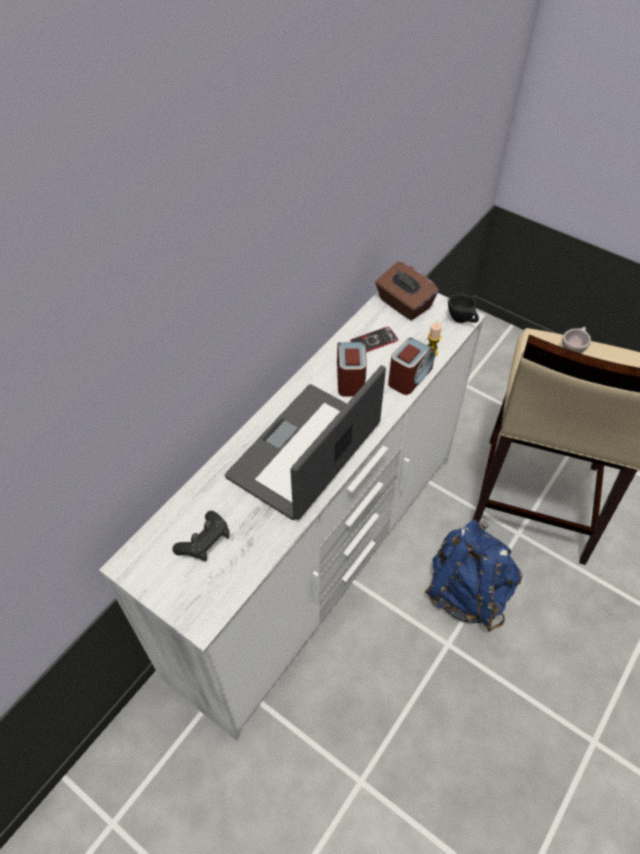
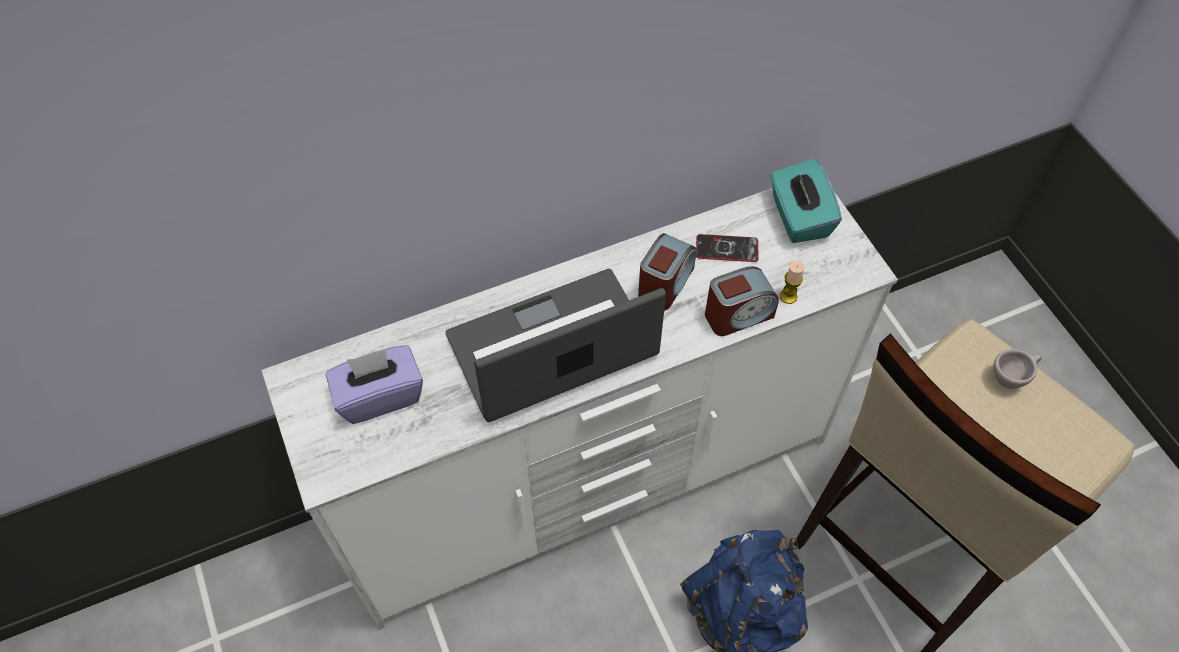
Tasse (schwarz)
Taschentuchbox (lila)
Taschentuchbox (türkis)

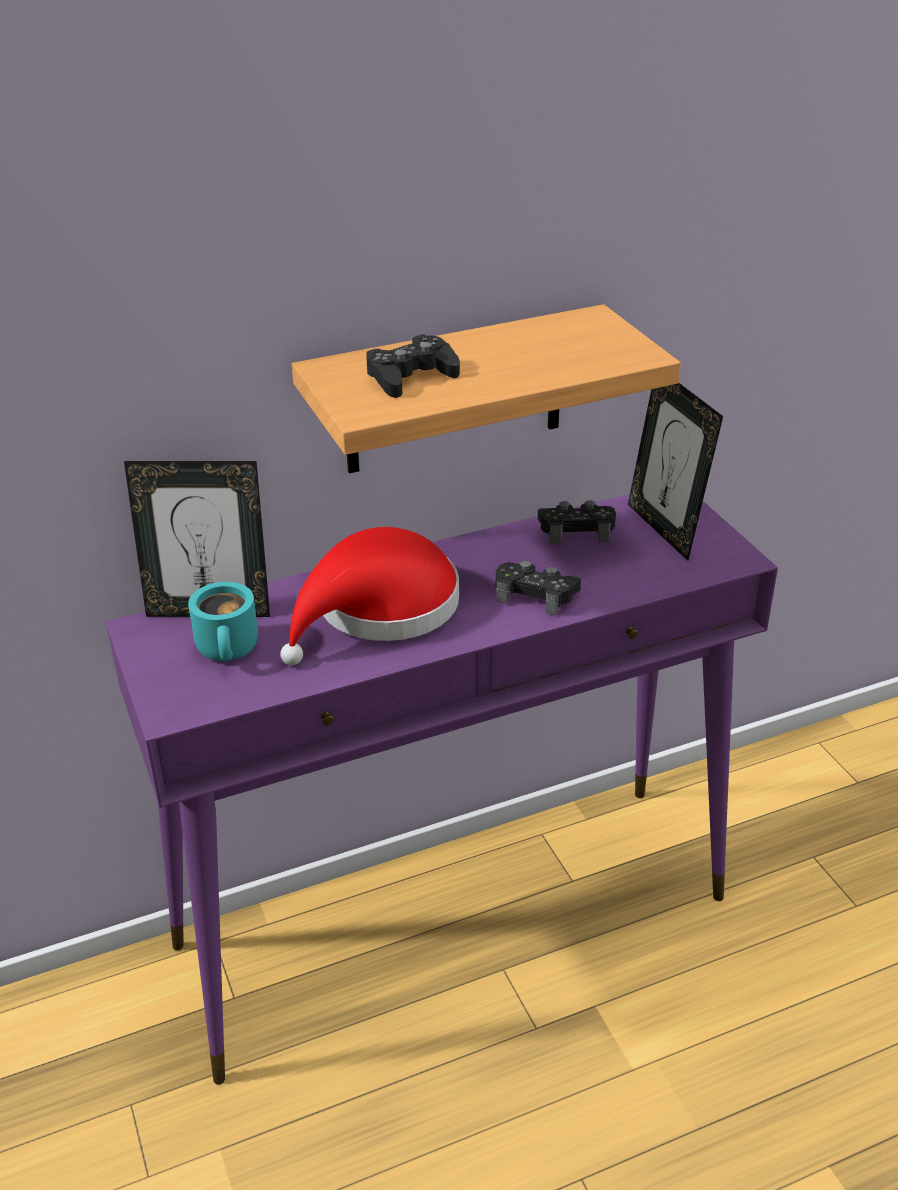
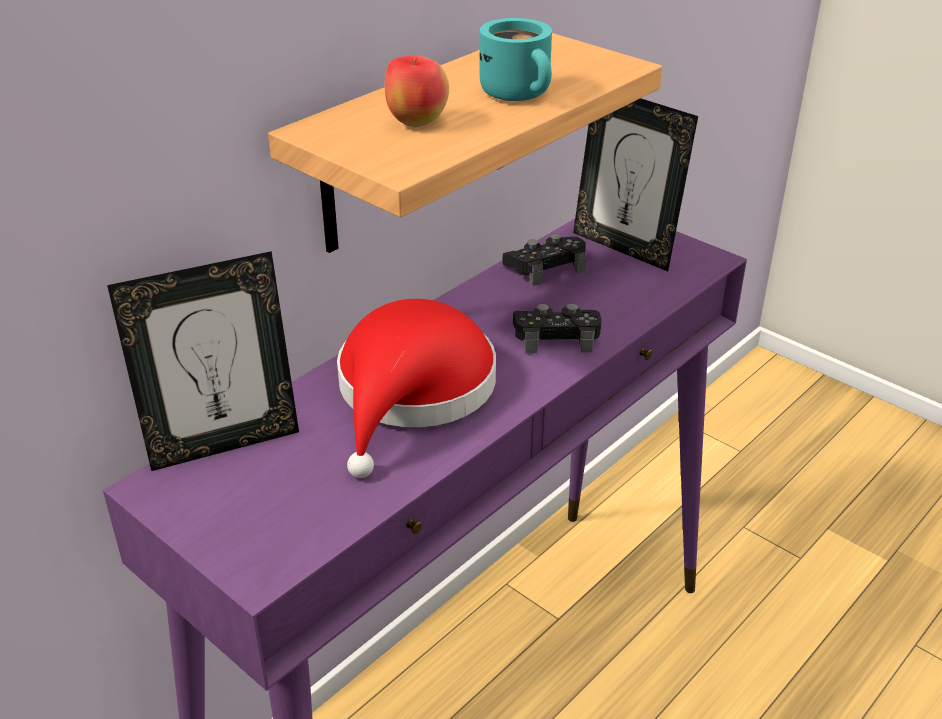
Henkelbecher (türkis)
Apfel

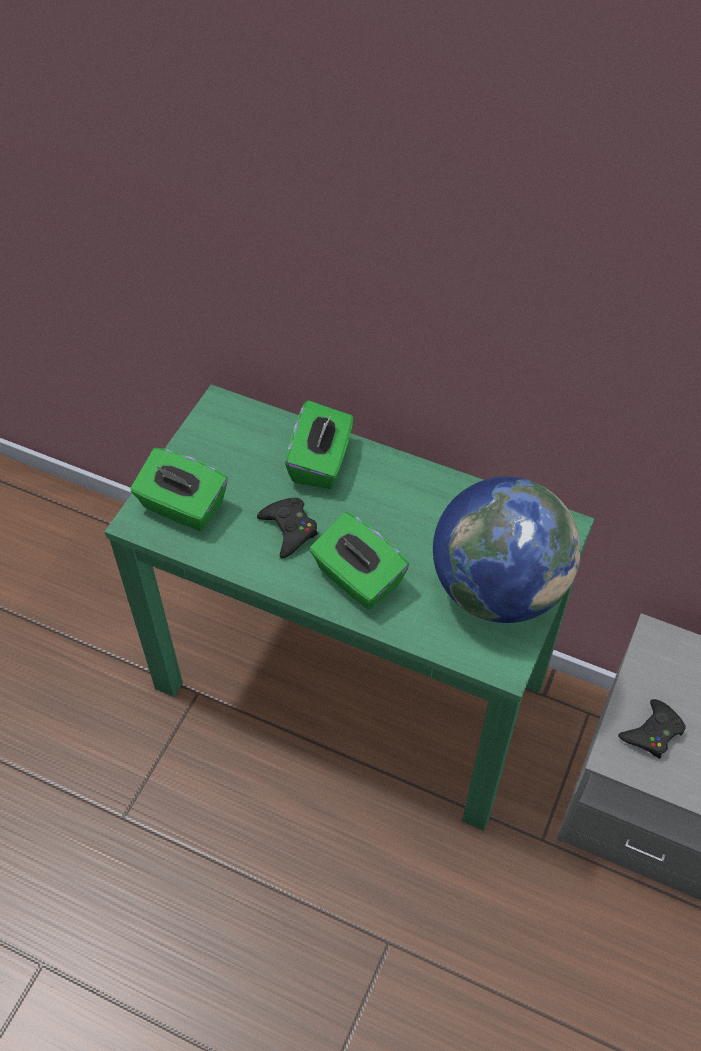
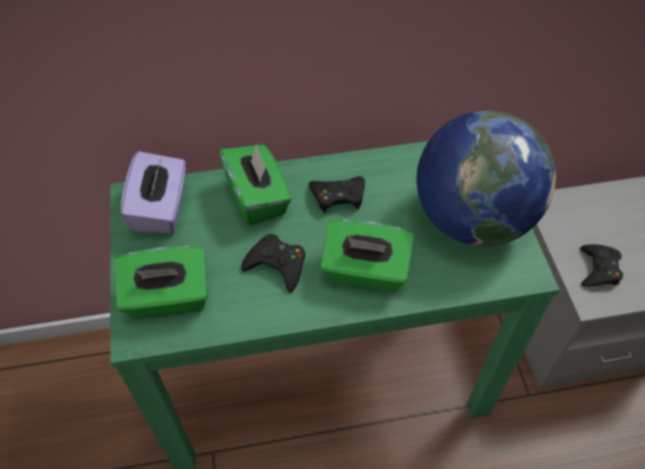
Taschentuchbox (lila)
Gamepad (schwarz) (no. 2 from left)

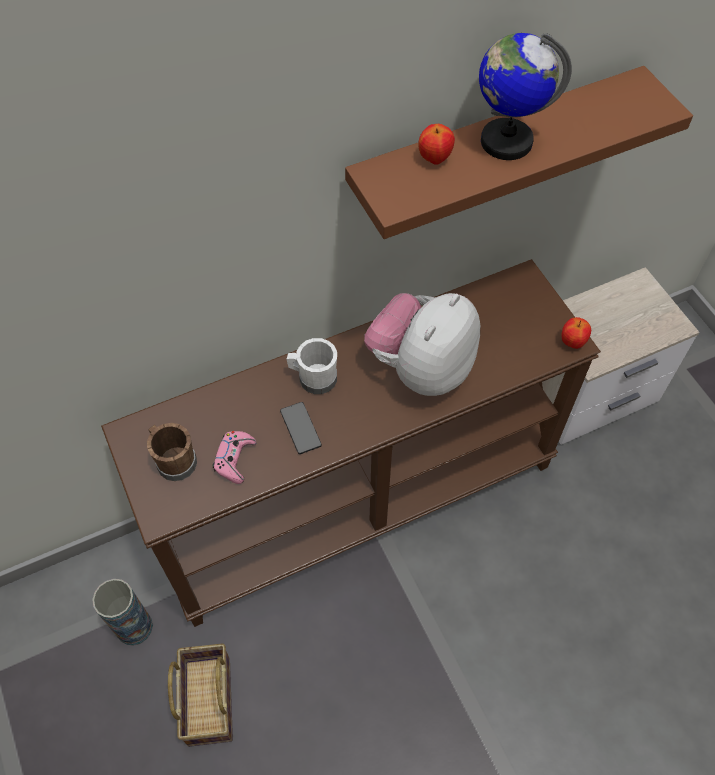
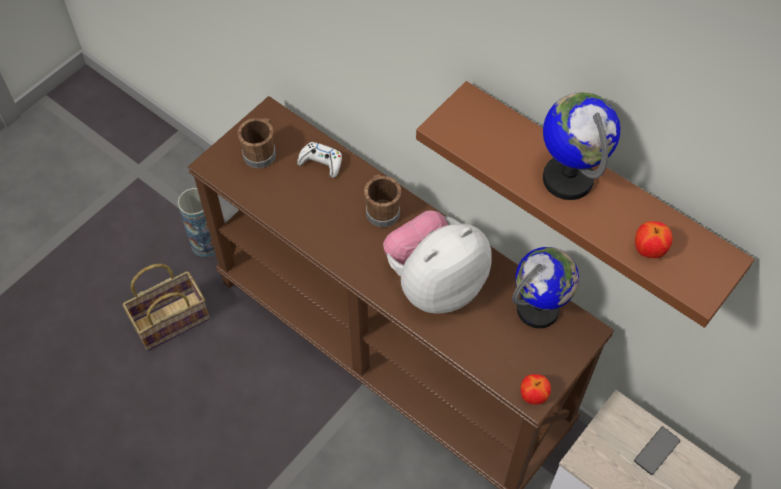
Gamepad (rosa)
Gamepad (weiß)
Globus (no. 1 from left)
Handy
Apfel (no. 2 from left)
Henkelbecher (braun) (no. 2 from left)
Plüschtier

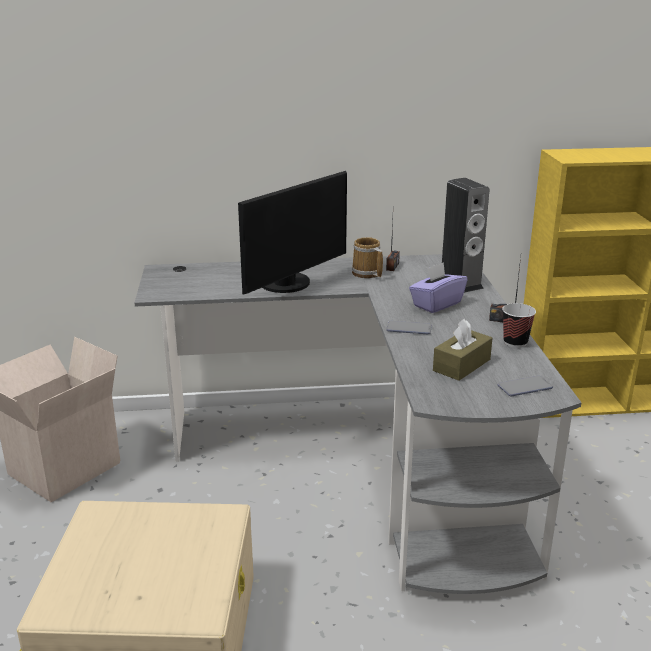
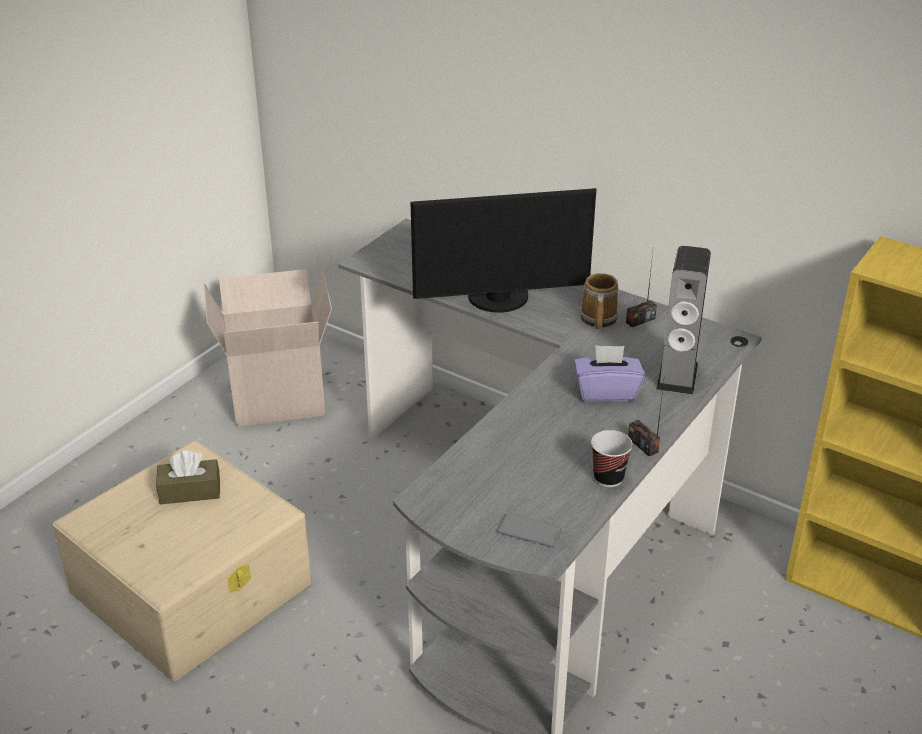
Handy (no. 1 from left in the first image)
Taschentuchbox (braun)

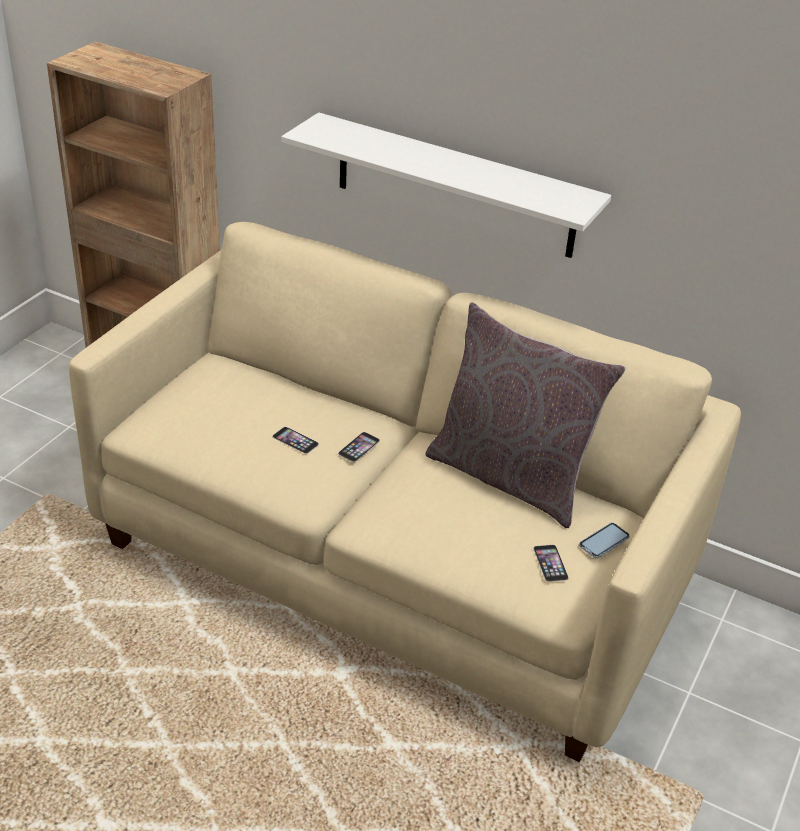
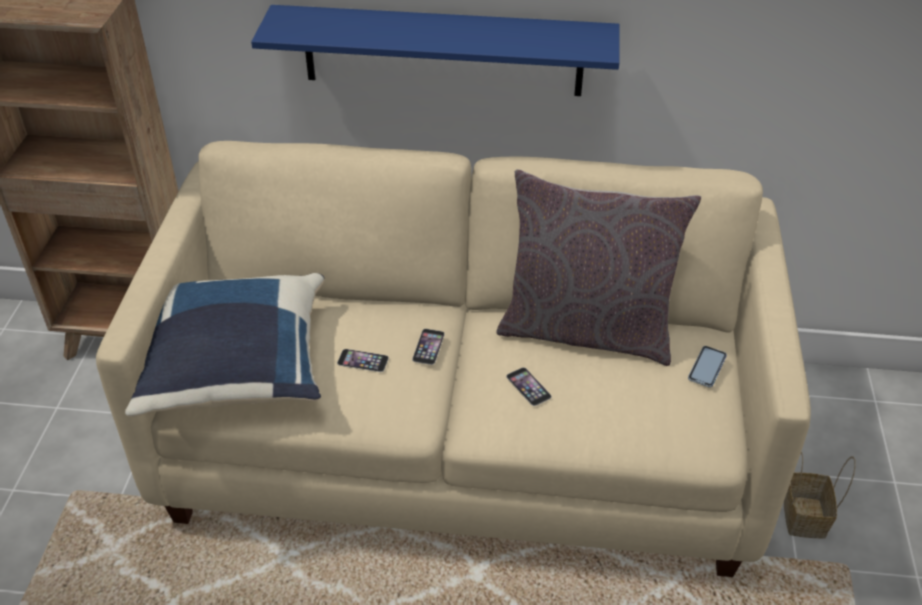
Kissen (blau)
Korb
Handy (no. 3 from left)
Wandregal (blau)

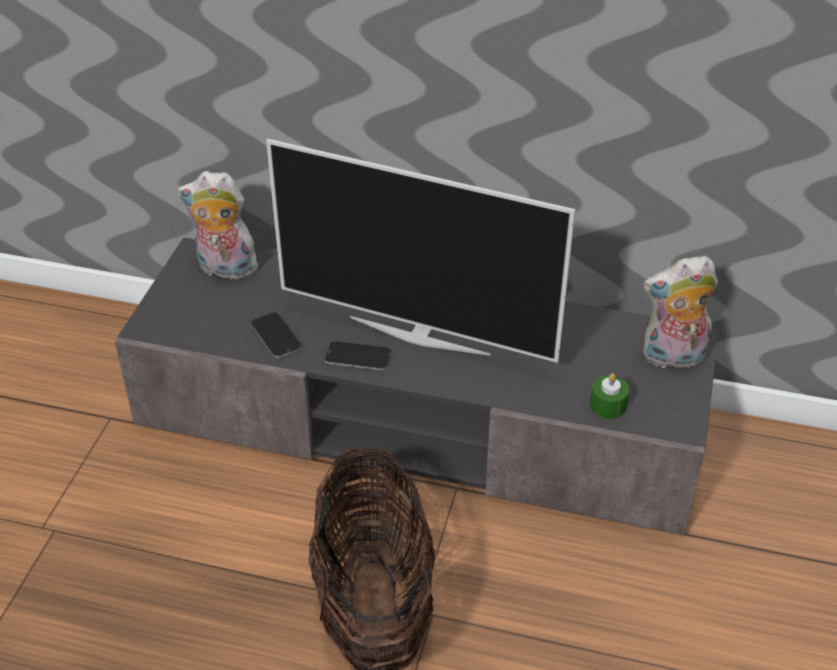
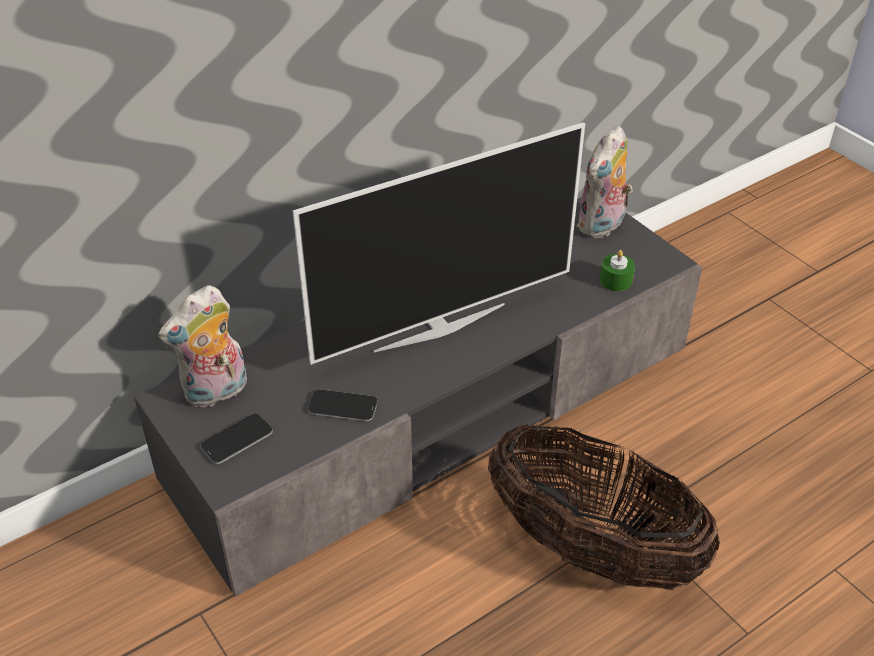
Handy (no. 1 from left)

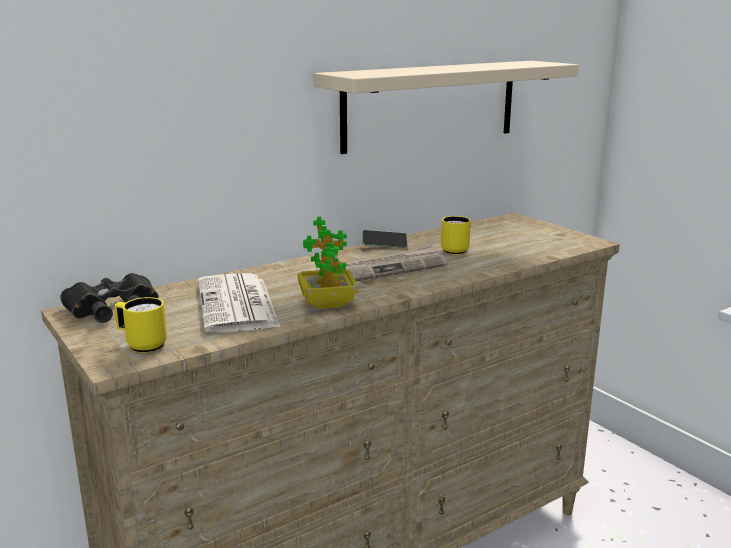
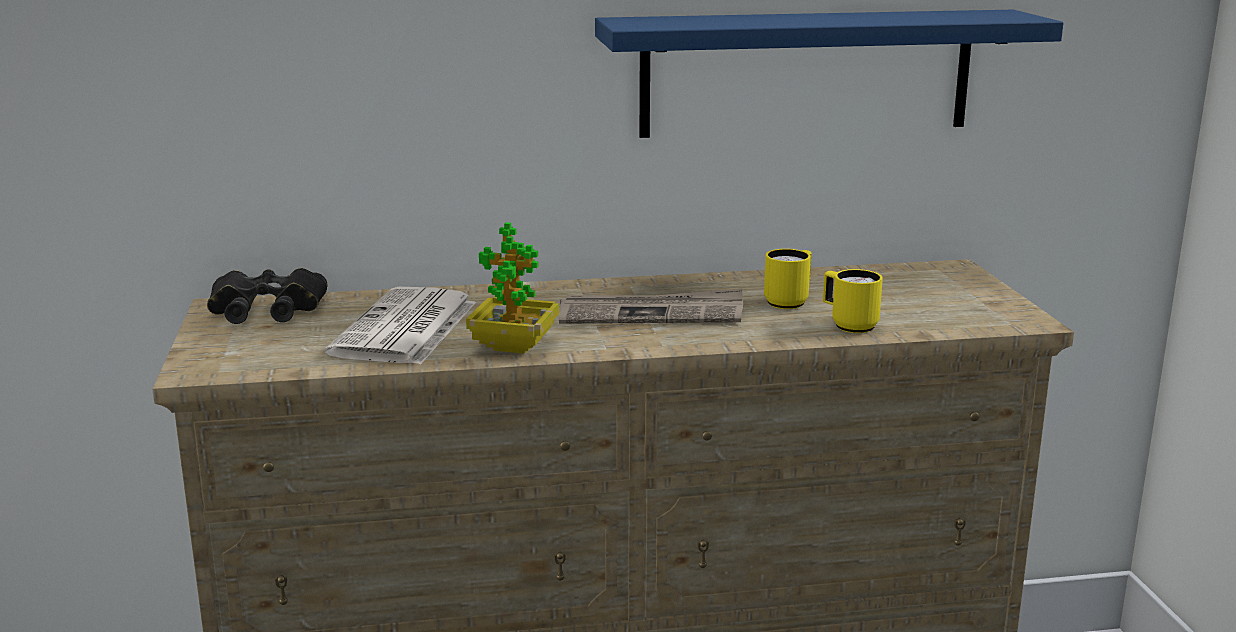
Handy
Henkelbecher (gelb) (no. 2 from left)
Wandregal (blau)

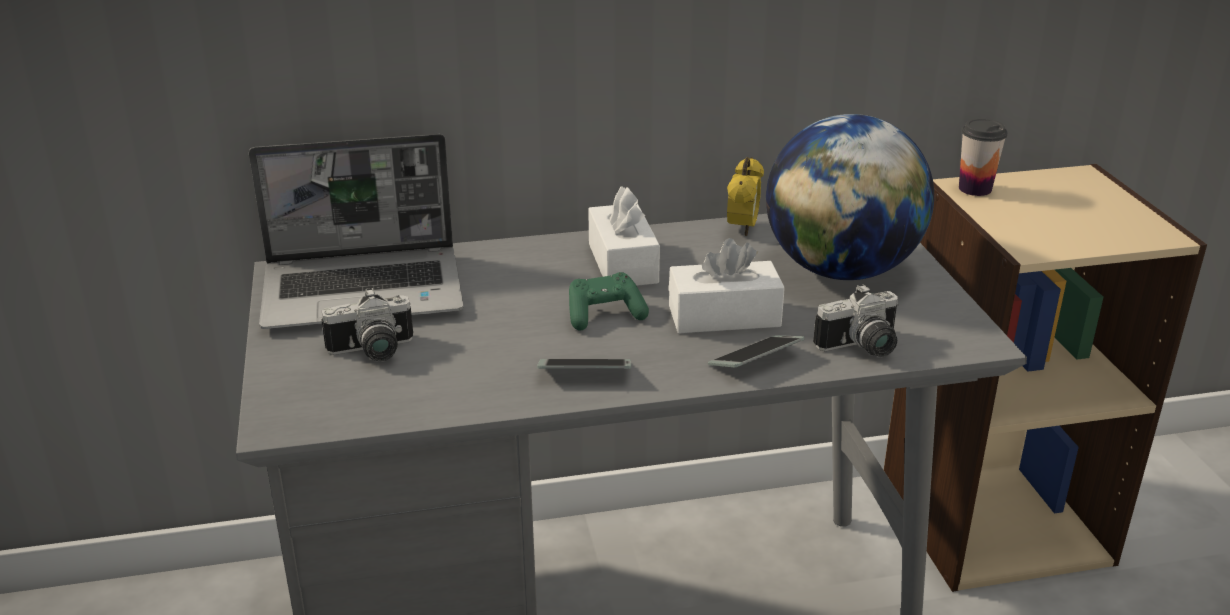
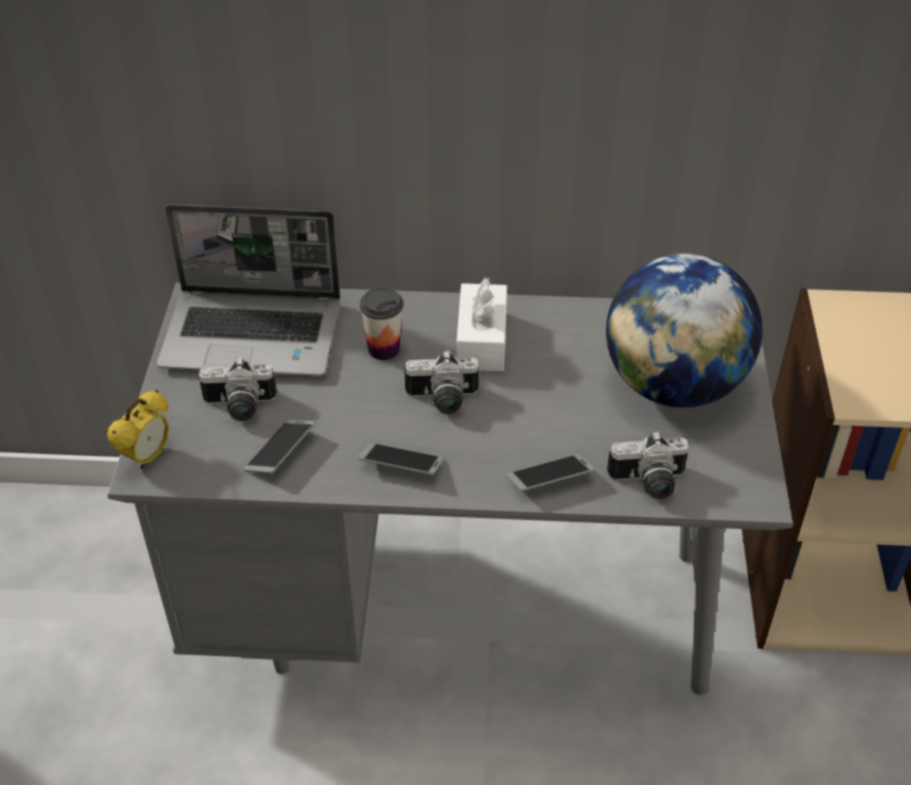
Taschentuchbox (weiß) (no. 2 from left in the first image)
Handy (no. 1 from left)
Wecker
Tasse
Kamera (no. 2 from left)

